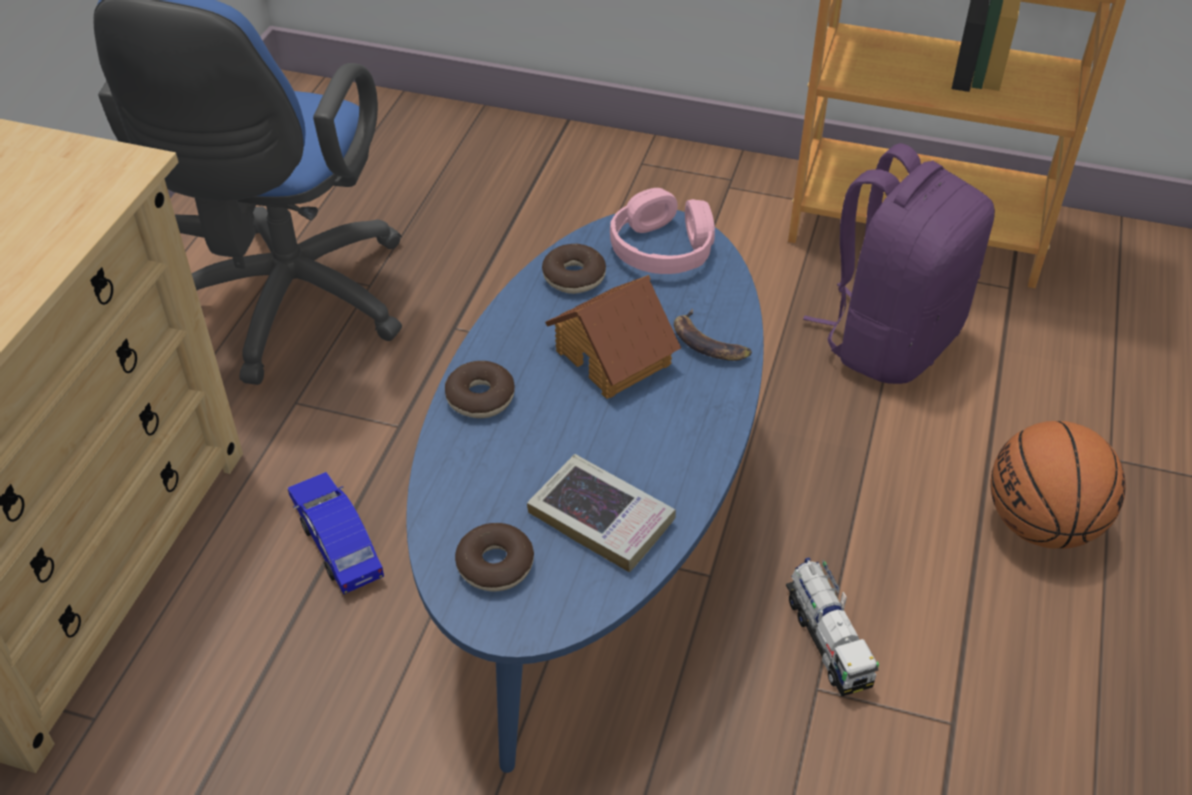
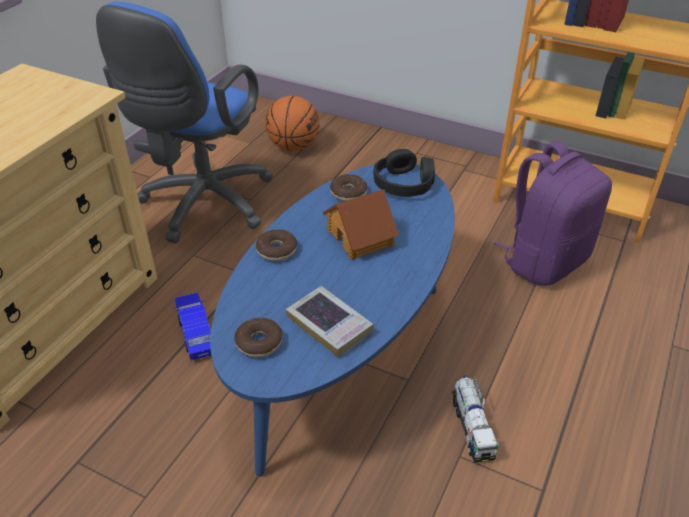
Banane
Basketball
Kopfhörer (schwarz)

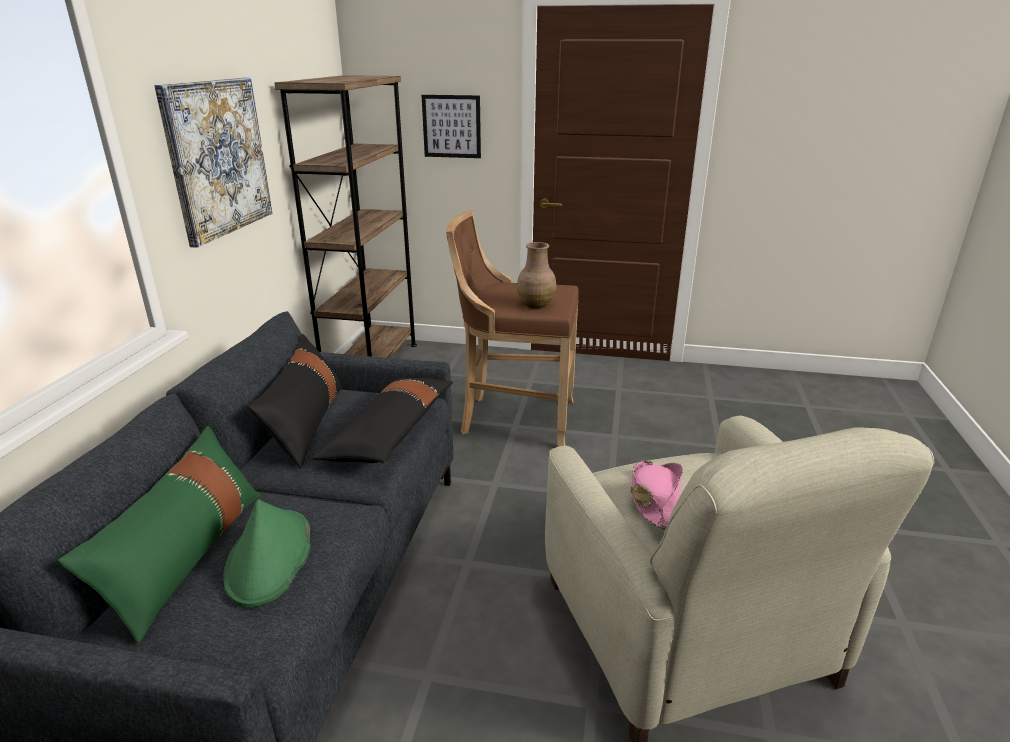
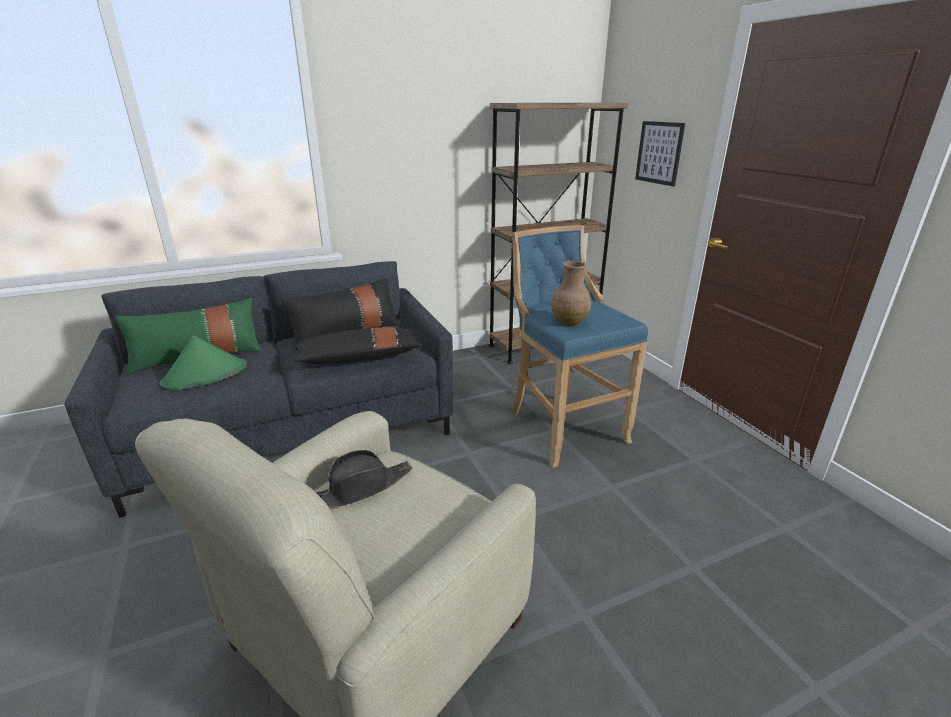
Bild (no. 1 from left in the first image)
Hocker (blau)
Hut (schwarz)

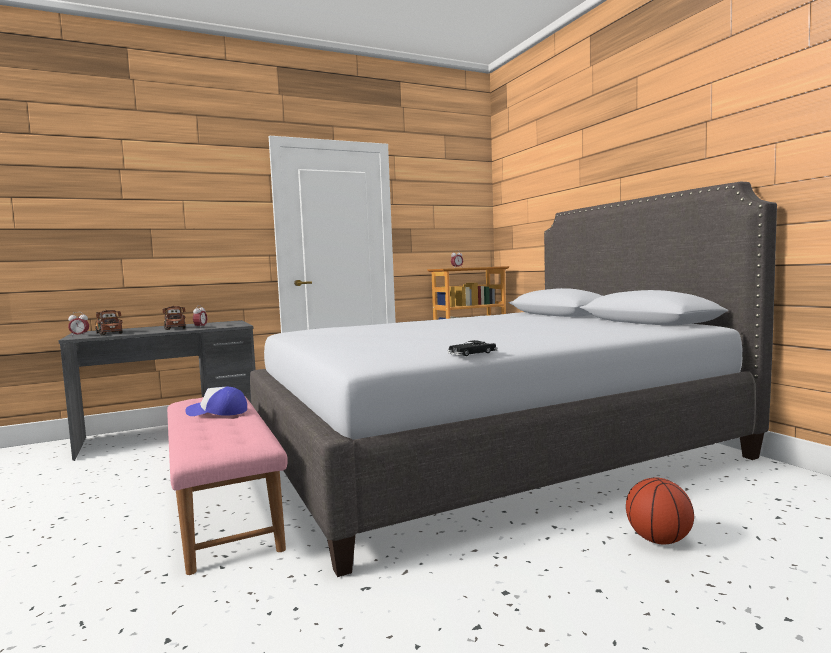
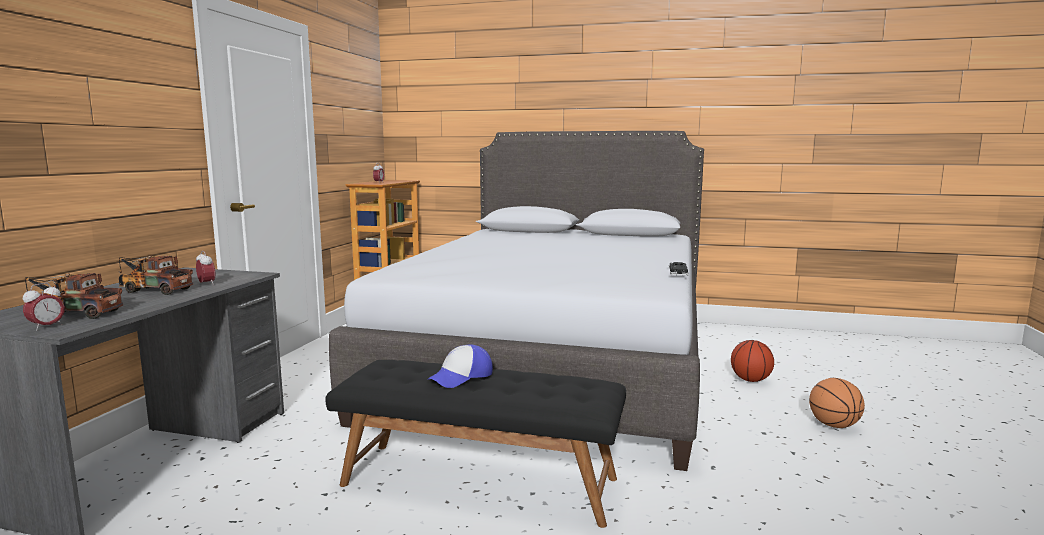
Basketball (no. 2 from left)
Bank (schwarz)

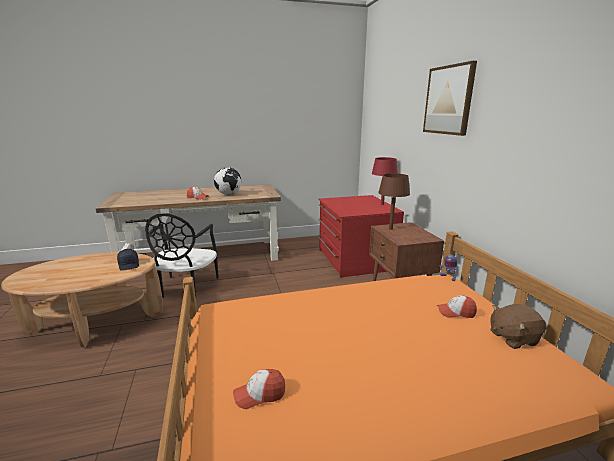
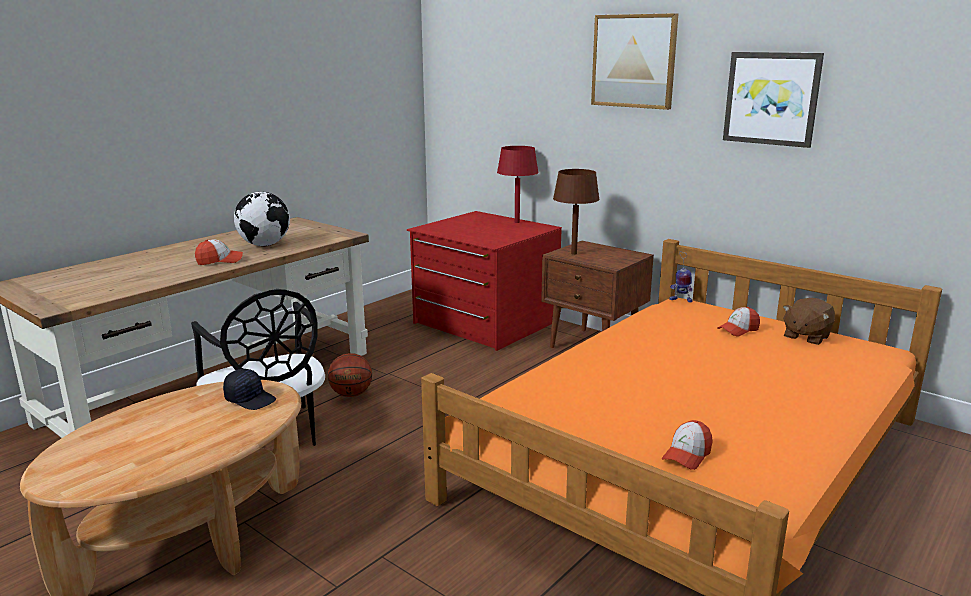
Basketball
Bild (no. 2 from left)

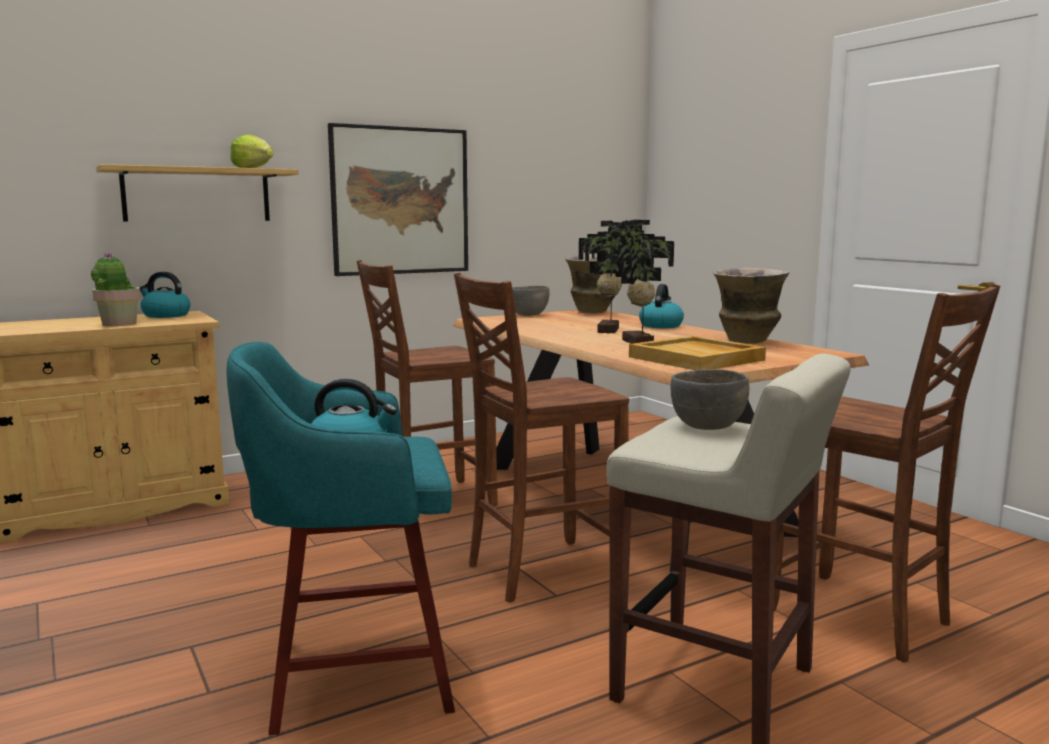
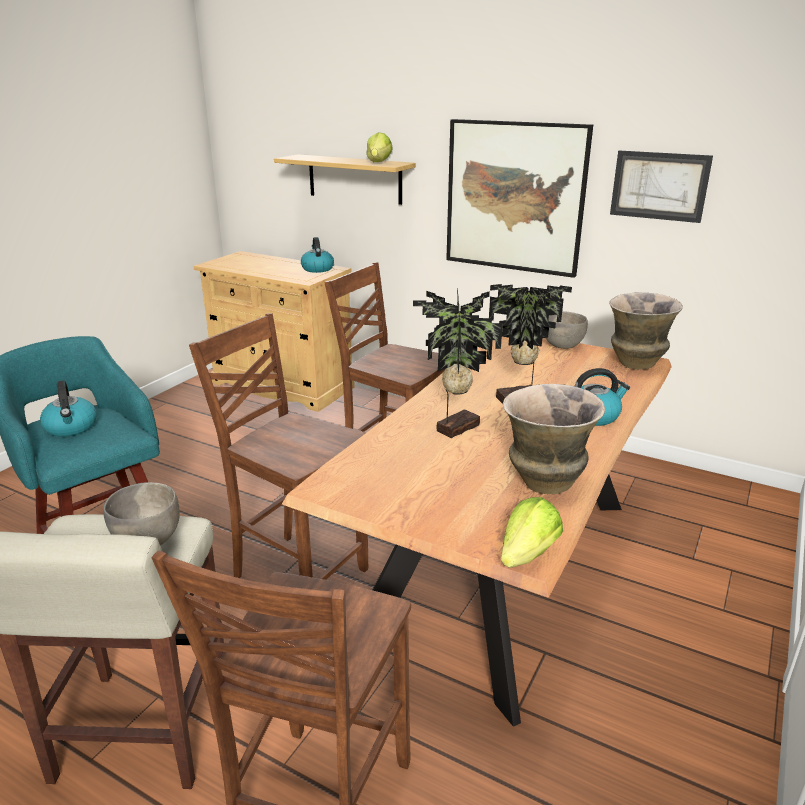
Topfpflanze (no. 1 from left in the first image)
Tablett (beige)
Salatkopf (no. 2 from left)
Bild (no. 2 from left)

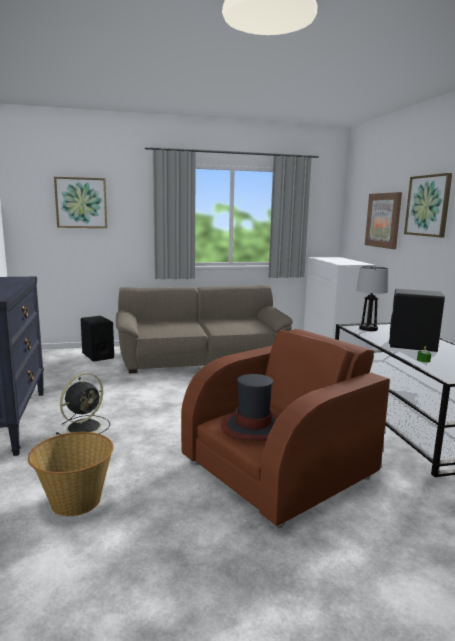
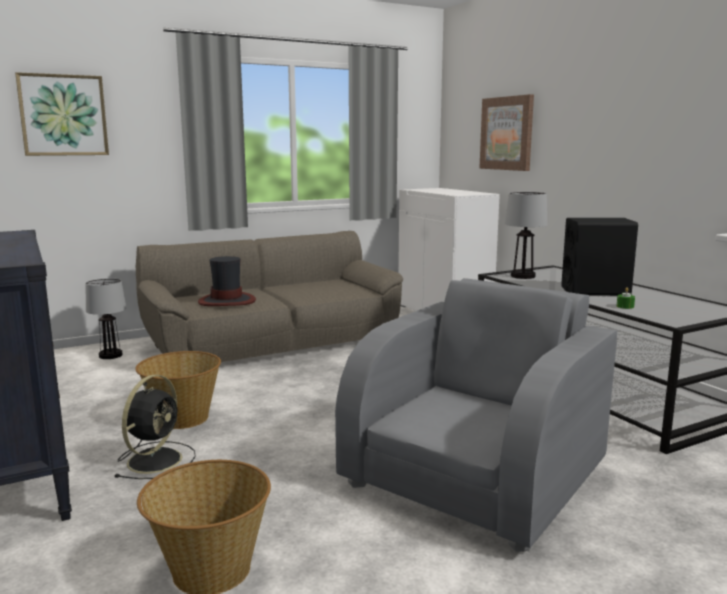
Bild (no. 3 from left in the first image)
Korb (no. 1 from left)
Hut
Tischlampe (no. 1 from left)
Sessel (grau)

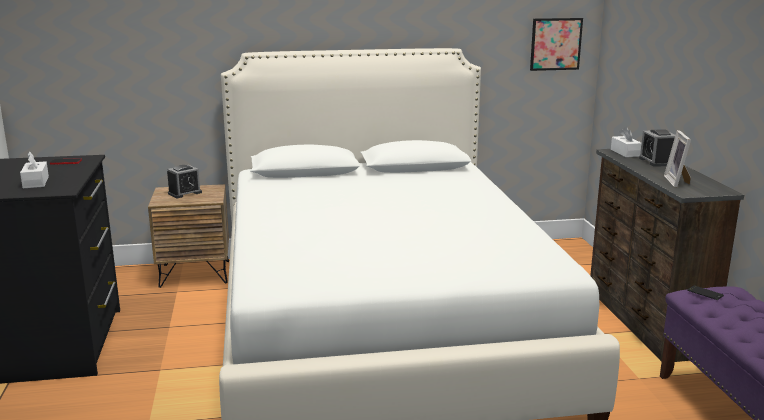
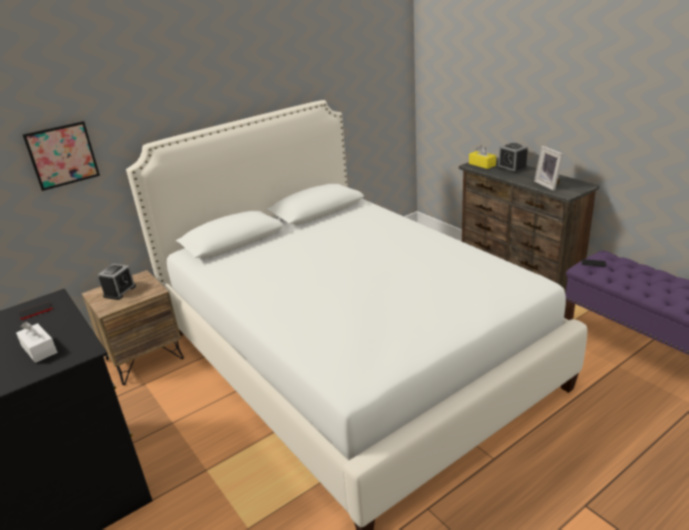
Bild
Taschentuchbox (gelb)

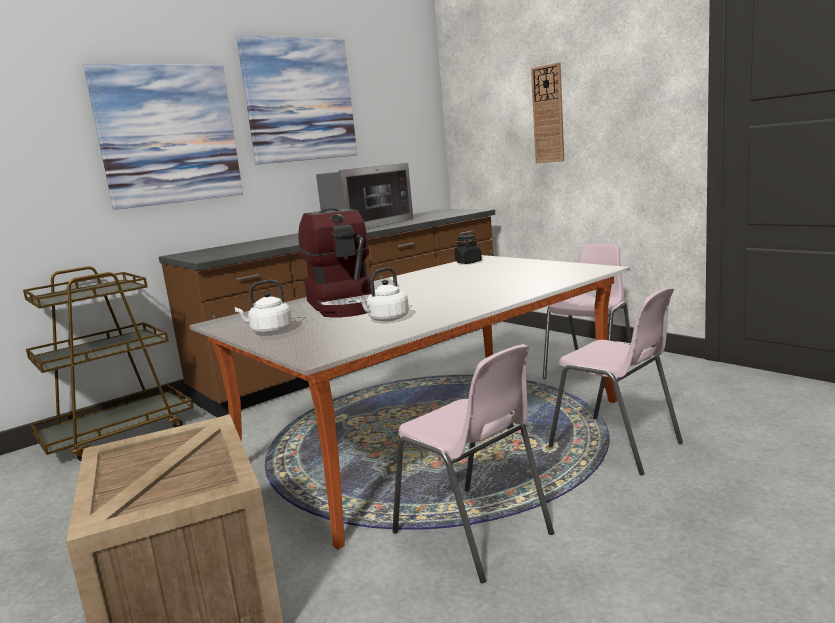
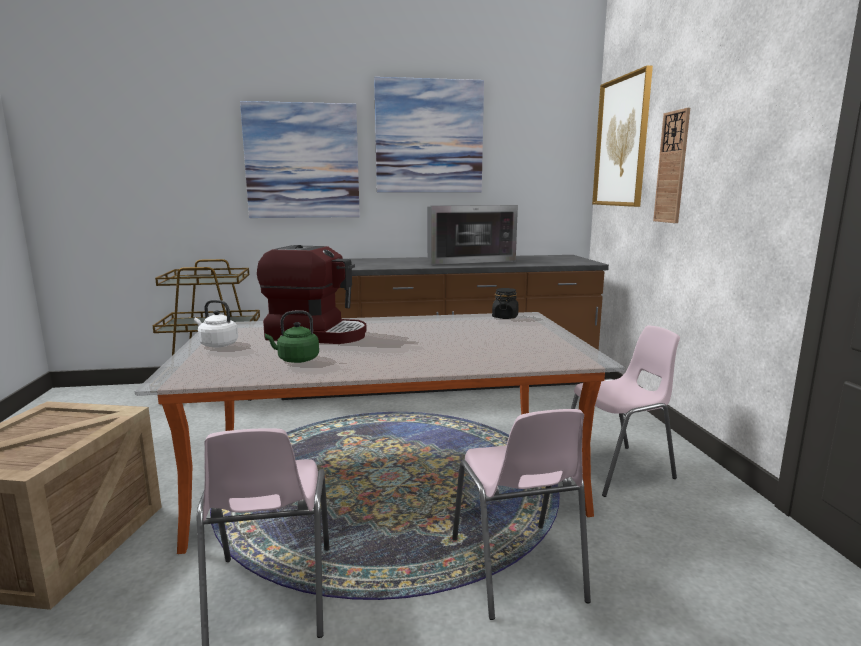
Bild (no. 3 from left)
Wasserkessel (grün)
Kaffeemaschine

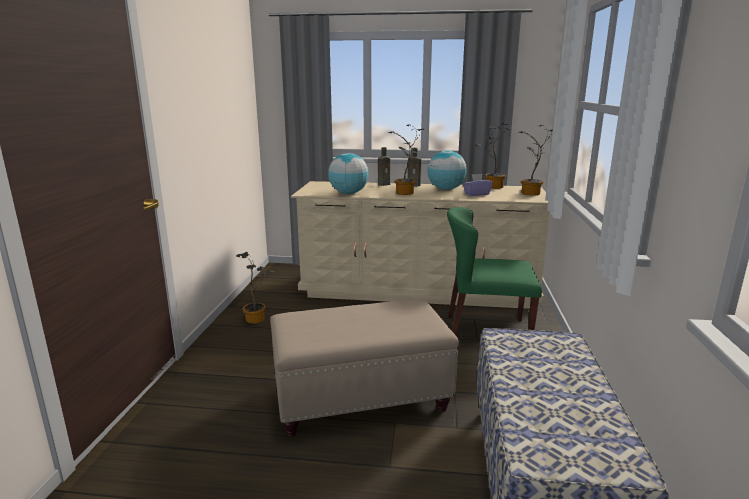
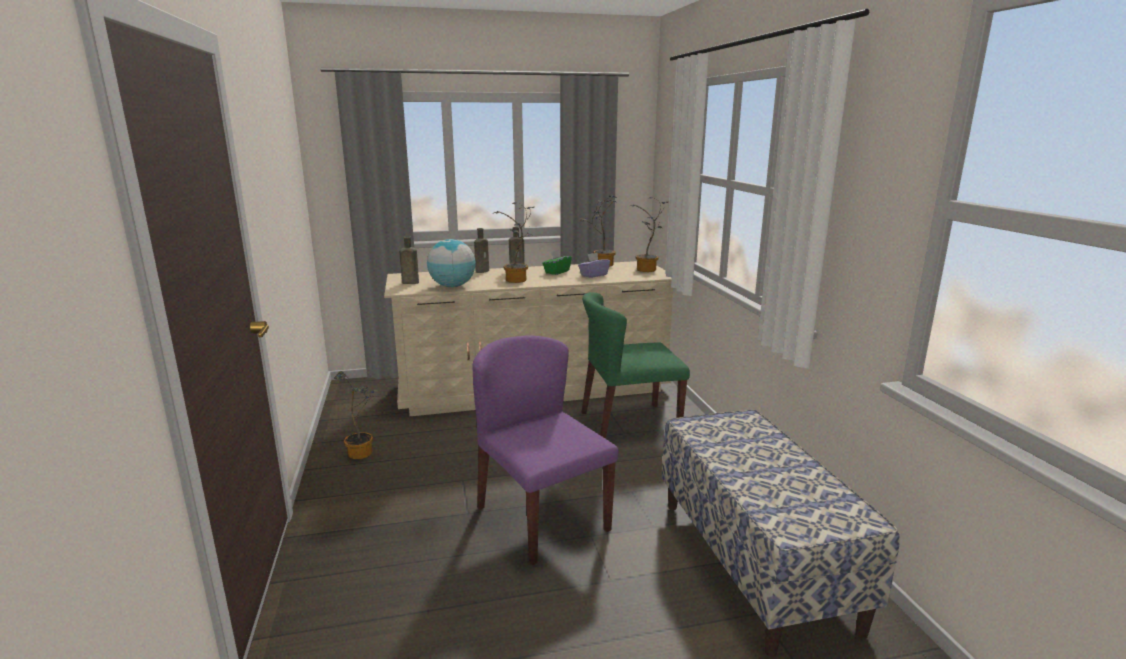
Flasche (braun) (no. 1 from left)
Stuhl (lila)
Taschentuchbox (grün)

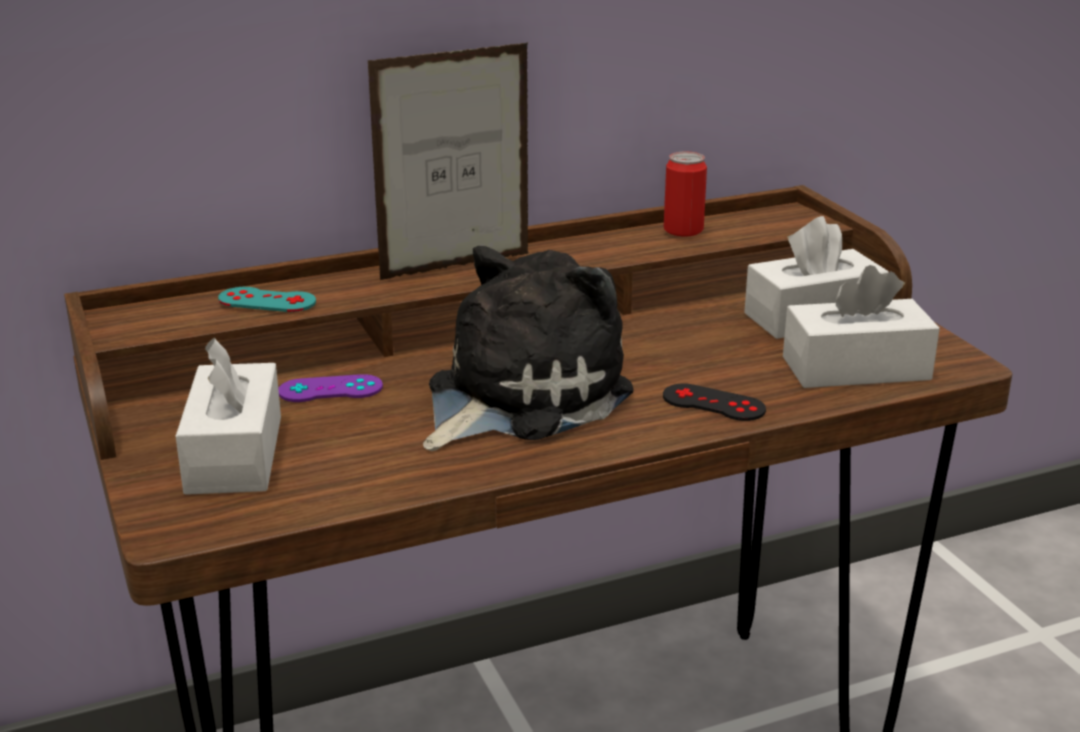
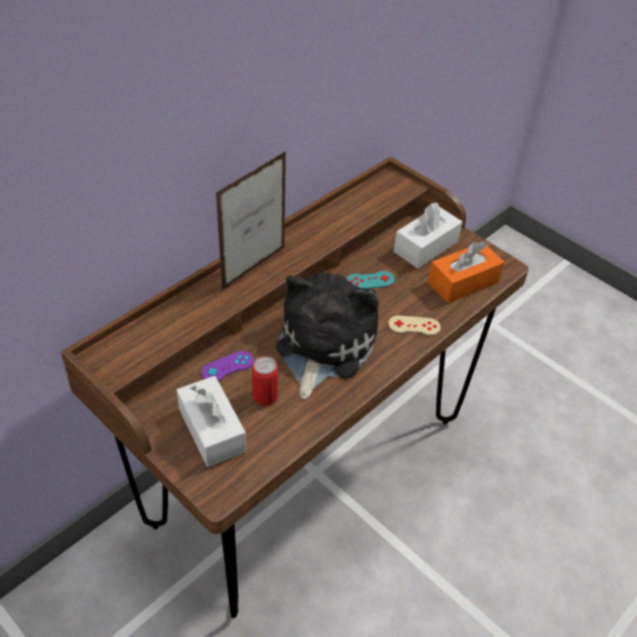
Gamepad (türkis)
Dose
Gamepad (beige)
Taschentuchbox (orange)

